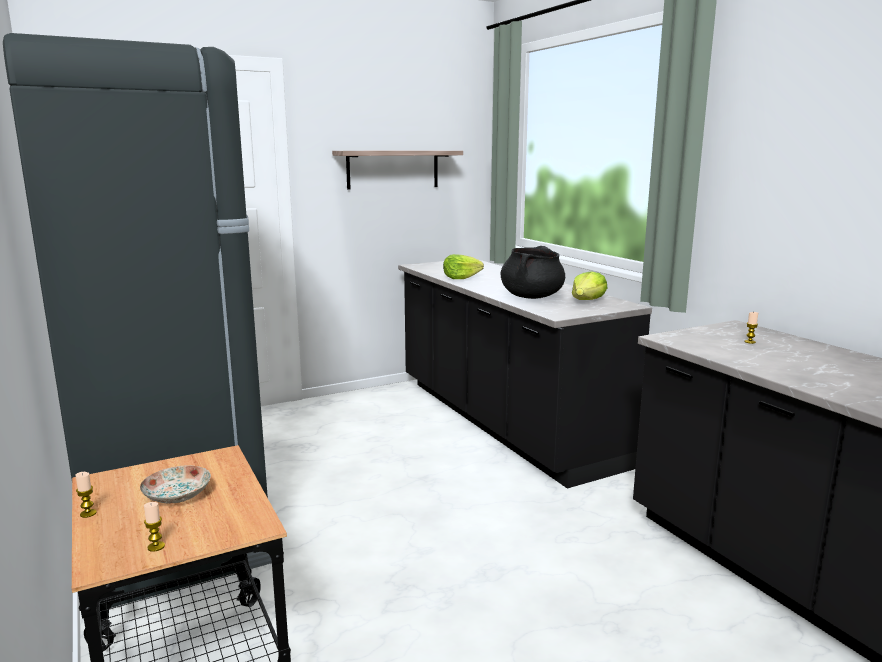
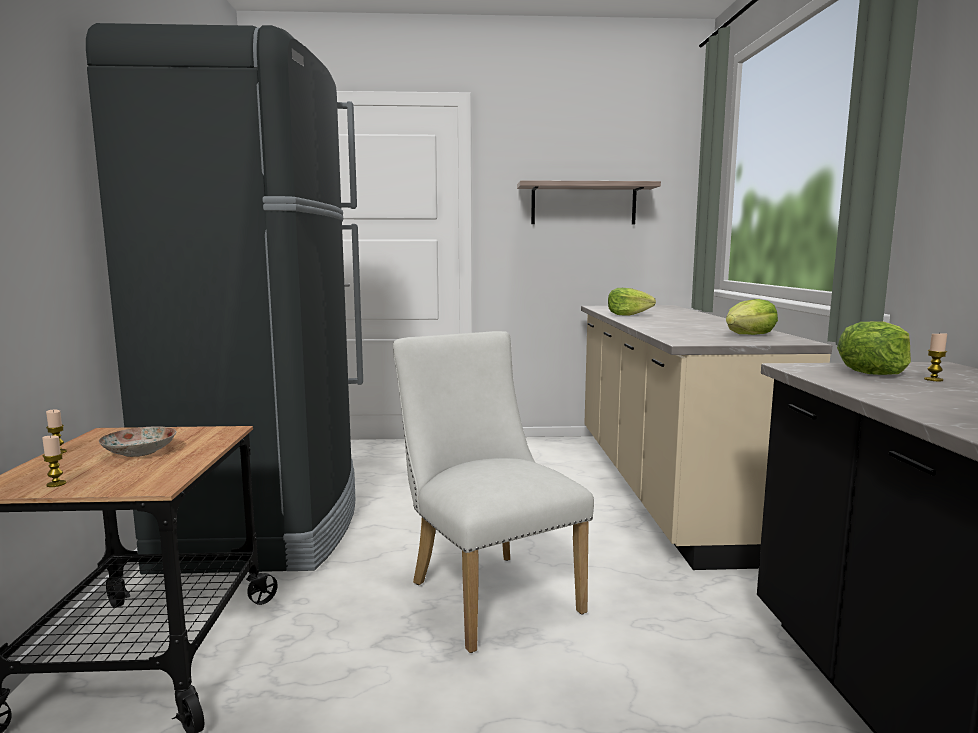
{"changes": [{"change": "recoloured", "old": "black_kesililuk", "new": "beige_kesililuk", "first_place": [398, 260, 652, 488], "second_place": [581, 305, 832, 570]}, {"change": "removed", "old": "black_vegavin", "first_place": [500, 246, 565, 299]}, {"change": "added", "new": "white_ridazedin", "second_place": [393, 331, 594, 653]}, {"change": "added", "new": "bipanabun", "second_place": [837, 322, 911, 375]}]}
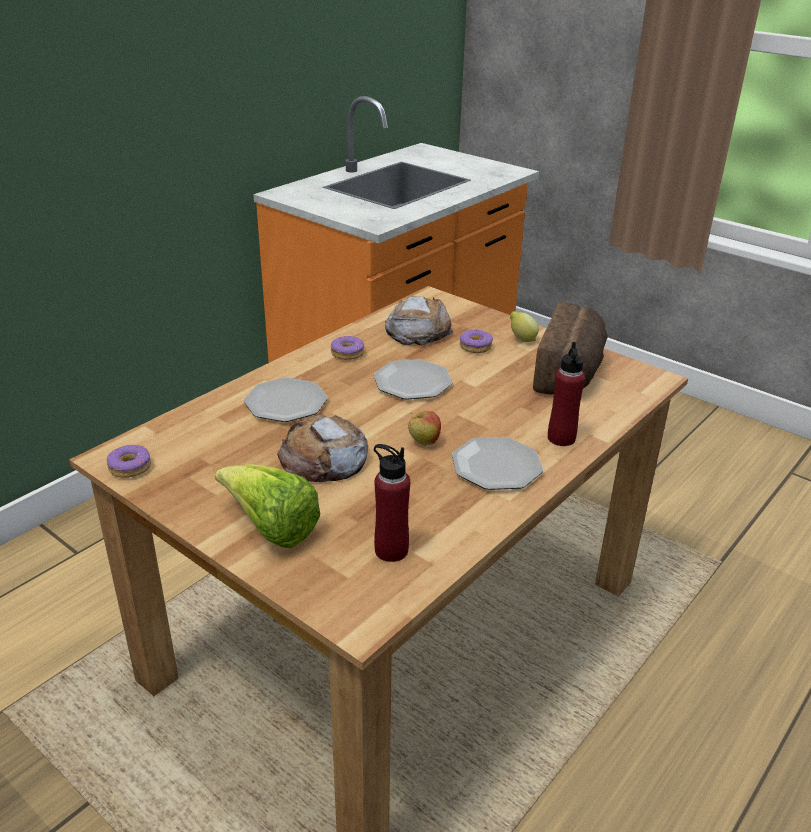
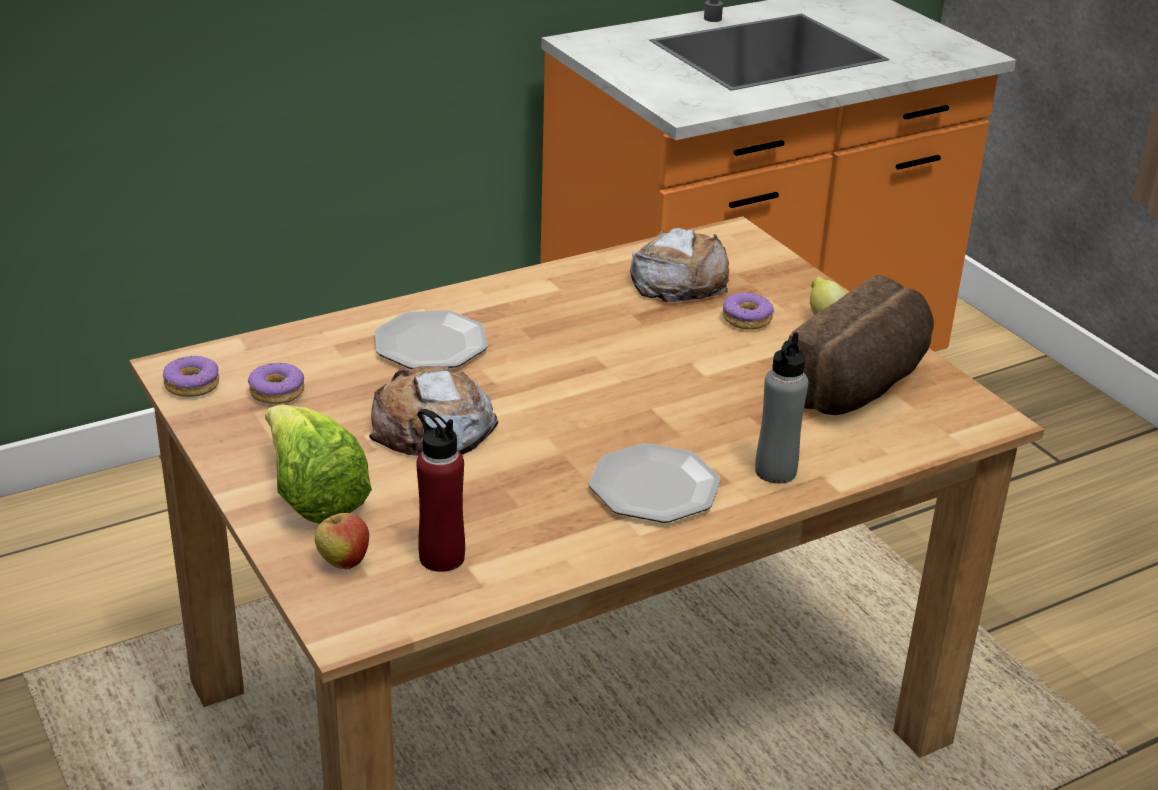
{"changes": [{"change": "moved", "old": "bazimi", "first_place": [331, 336, 364, 360], "second_place": [248, 362, 304, 404]}, {"change": "removed", "old": "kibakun", "first_place": [374, 359, 453, 400]}, {"change": "moved", "old": "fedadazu", "first_place": [408, 411, 441, 445], "second_place": [315, 511, 369, 569]}, {"change": "recoloured", "old": "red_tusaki", "new": "grey_tusaki", "first_place": [548, 342, 585, 446], "second_place": [755, 332, 808, 484]}]}
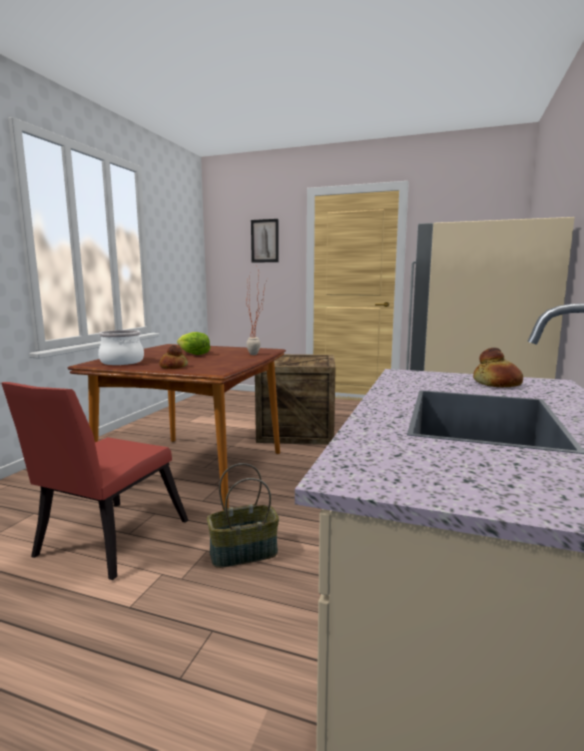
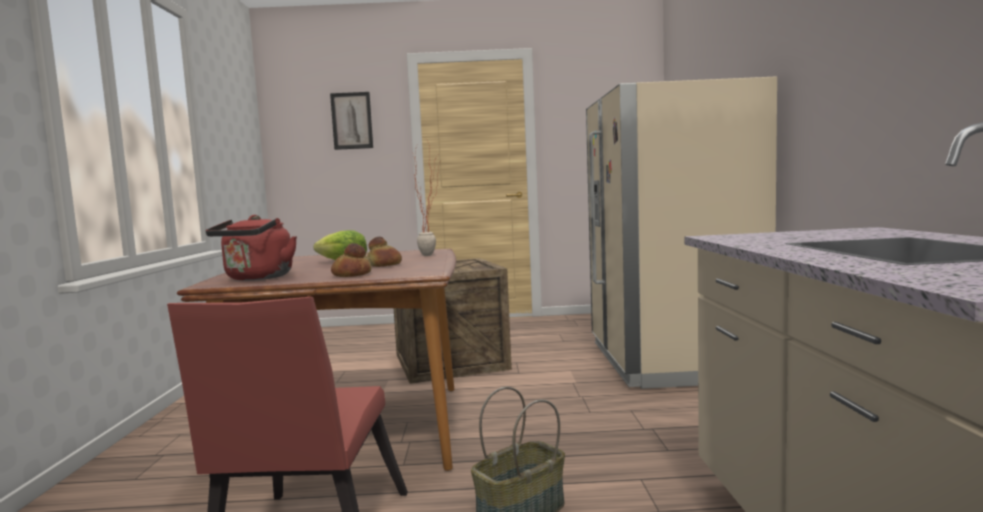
{"changes": [{"change": "replaced", "old": "vegavin", "new": "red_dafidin", "first_place": [98, 330, 144, 365], "second_place": [206, 215, 297, 280]}, {"change": "moved", "old": "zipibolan", "first_place": [473, 348, 523, 388], "second_place": [366, 237, 402, 267]}]}
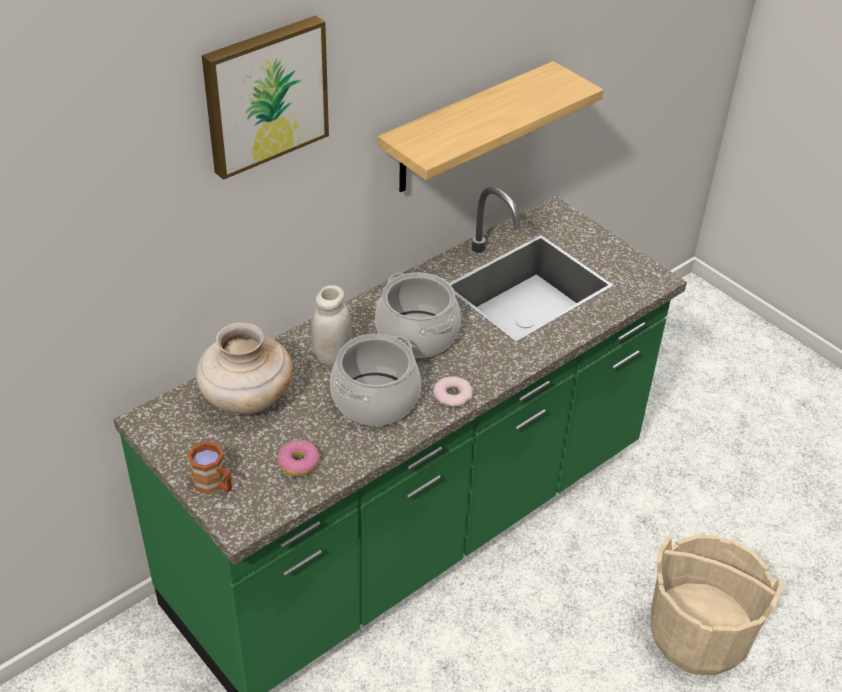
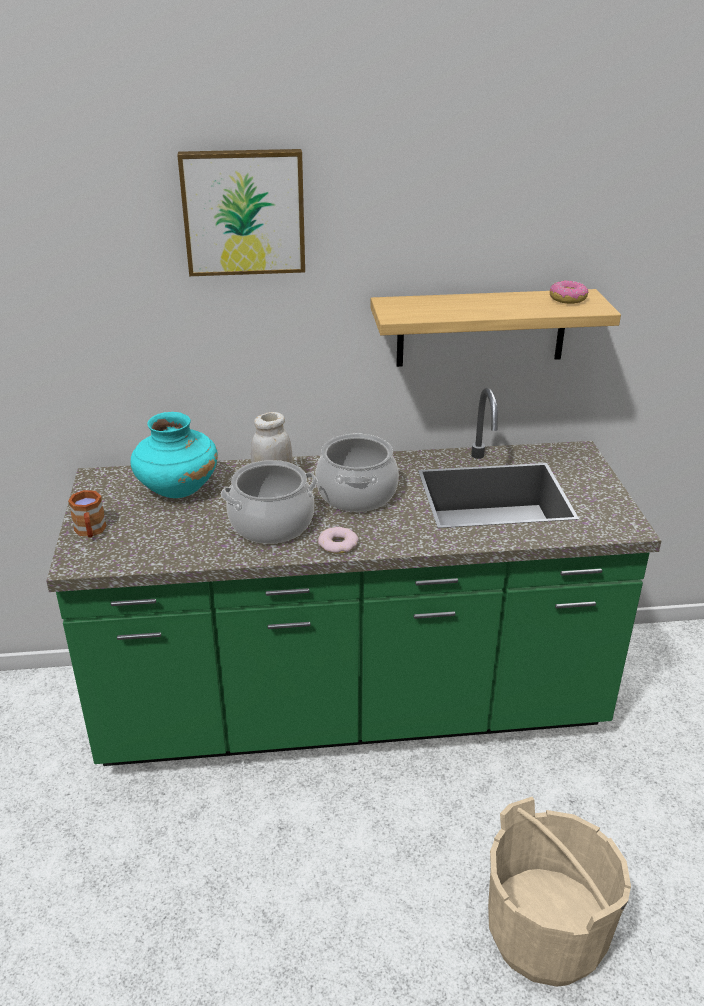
{"changes": [{"change": "recoloured", "old": "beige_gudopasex", "new": "turquoise_gudopasex", "first_place": [196, 323, 293, 415], "second_place": [130, 412, 218, 498]}, {"change": "moved", "old": "bazimi", "first_place": [277, 440, 320, 477], "second_place": [550, 280, 588, 304]}]}
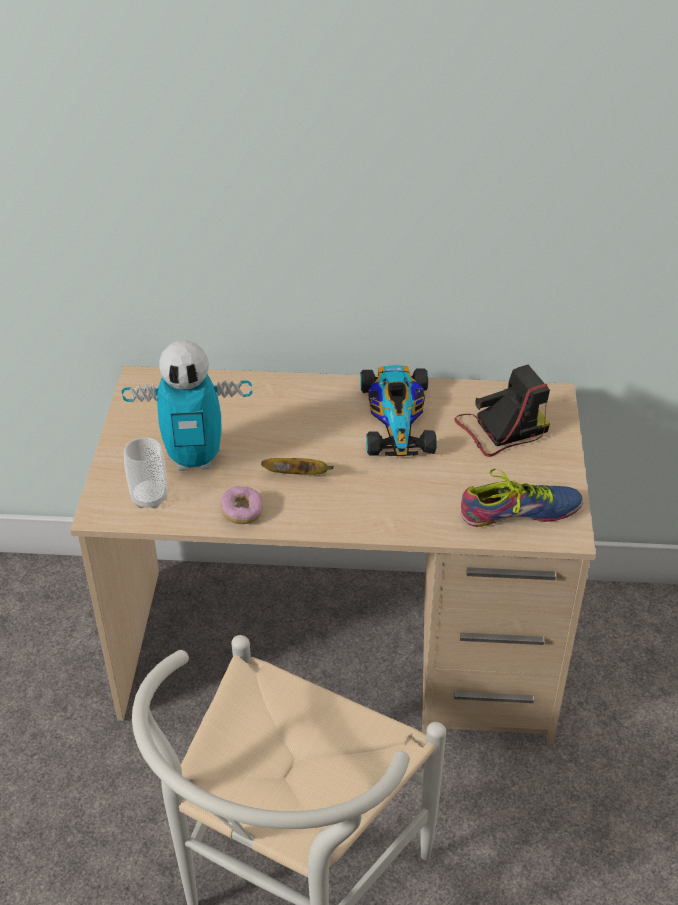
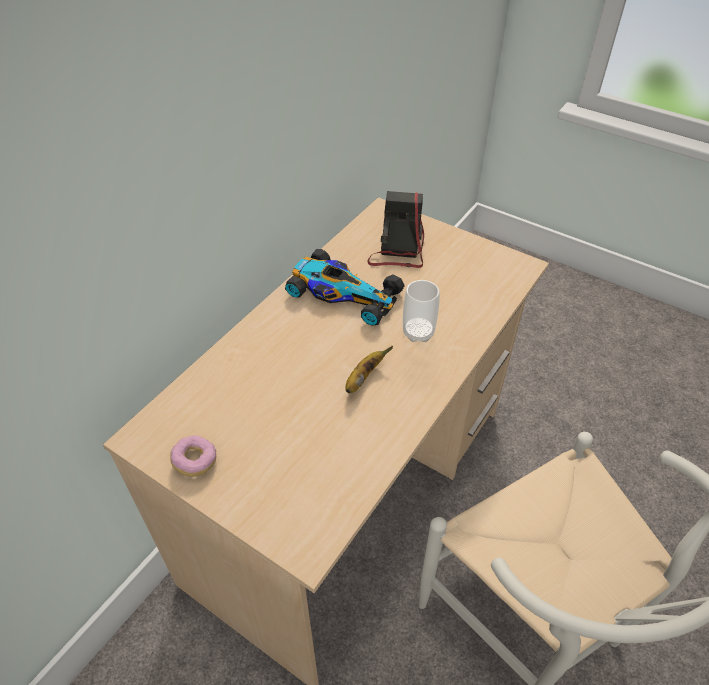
{"changes": [{"change": "removed", "old": "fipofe", "first_place": [122, 340, 252, 471]}, {"change": "moved", "old": "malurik", "first_place": [124, 437, 167, 508], "second_place": [403, 280, 440, 342]}, {"change": "moved", "old": "bazimi", "first_place": [221, 486, 263, 524], "second_place": [170, 435, 216, 477]}, {"change": "removed", "old": "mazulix", "first_place": [461, 469, 583, 527]}]}
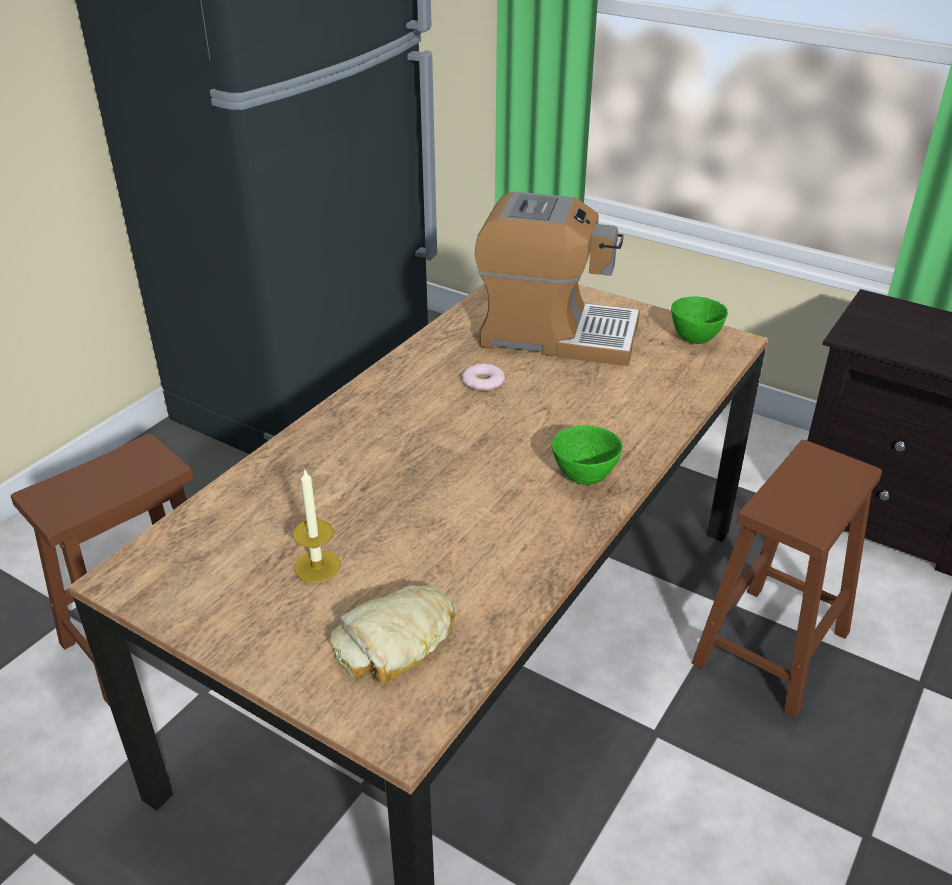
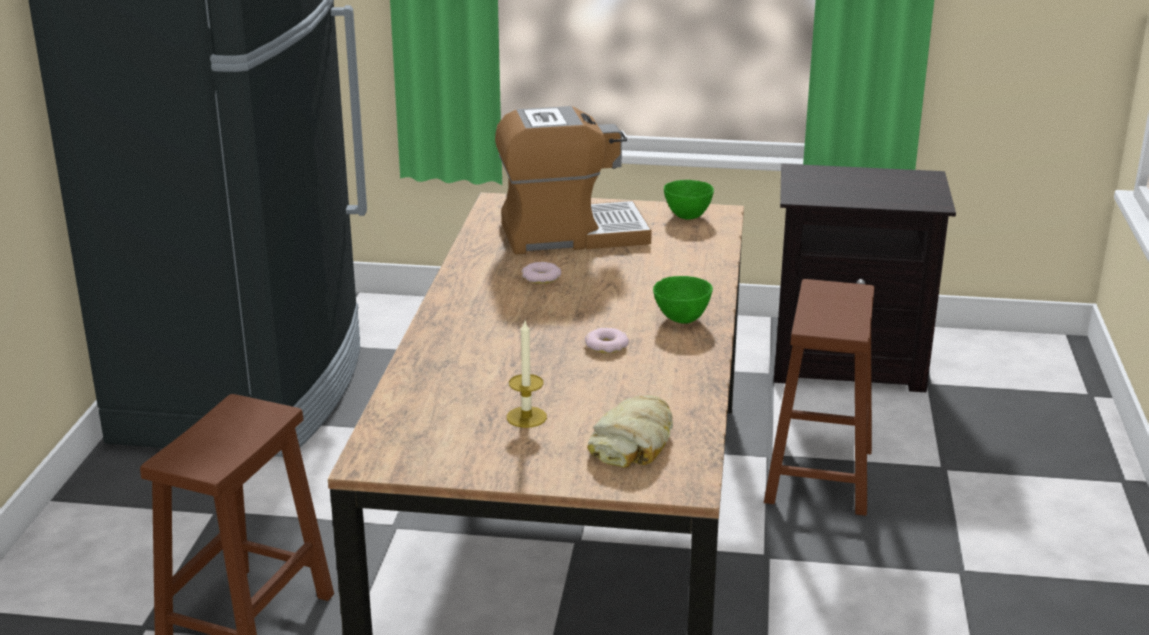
{"changes": [{"change": "added", "new": "bazimi", "second_place": [585, 328, 629, 353]}]}
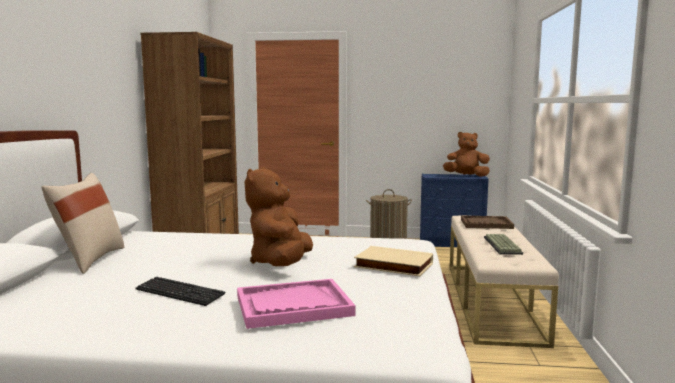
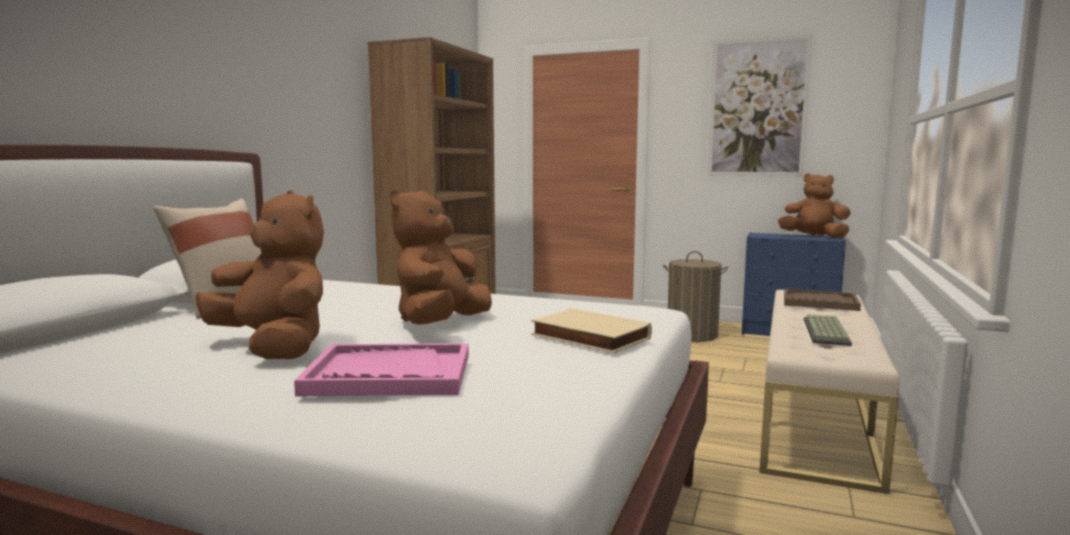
{"changes": [{"change": "replaced", "old": "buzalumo", "new": "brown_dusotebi", "first_place": [136, 277, 226, 306], "second_place": [195, 190, 324, 359]}, {"change": "added", "new": "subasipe", "second_place": [707, 34, 812, 176]}]}
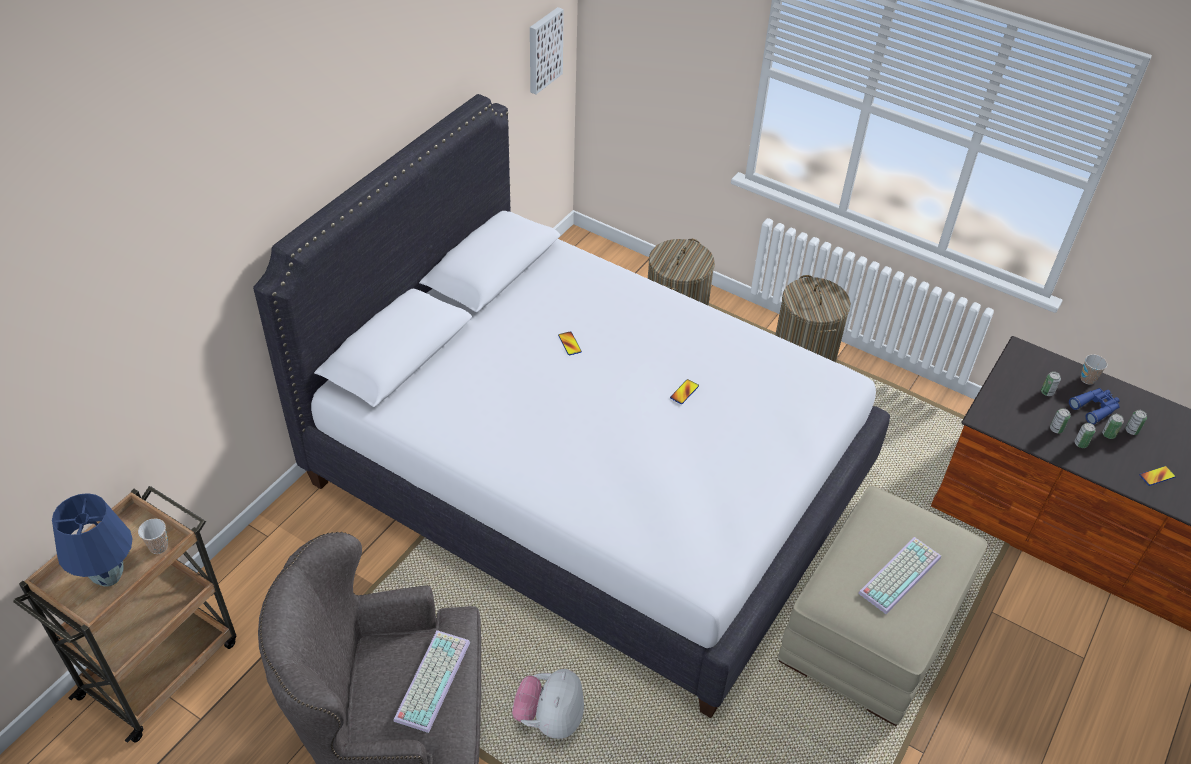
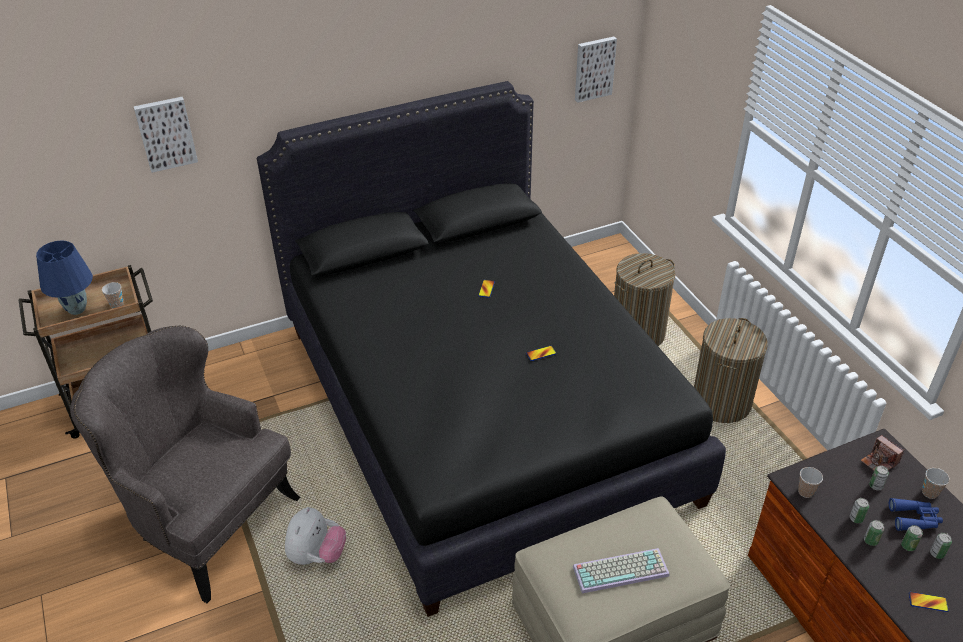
{"changes": [{"change": "recoloured", "old": "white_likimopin", "new": "black_likimopin", "first_place": [253, 94, 890, 718], "second_place": [257, 81, 726, 617]}, {"change": "removed", "old": "buzalumo", "first_place": [393, 630, 470, 733]}, {"change": "turned", "old": "dusotebi", "first_place": [512, 669, 584, 739], "second_place": [285, 507, 346, 565], "degrees": 150}, {"change": "added", "new": "subasipe", "second_place": [134, 97, 198, 173]}, {"change": "added", "new": "malurik", "second_place": [798, 467, 823, 498]}, {"change": "added", "new": "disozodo", "second_place": [861, 435, 904, 471]}]}
